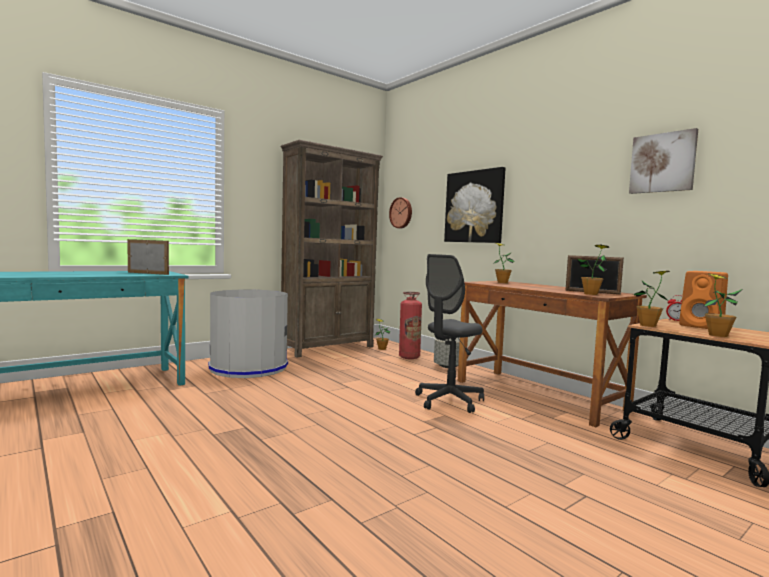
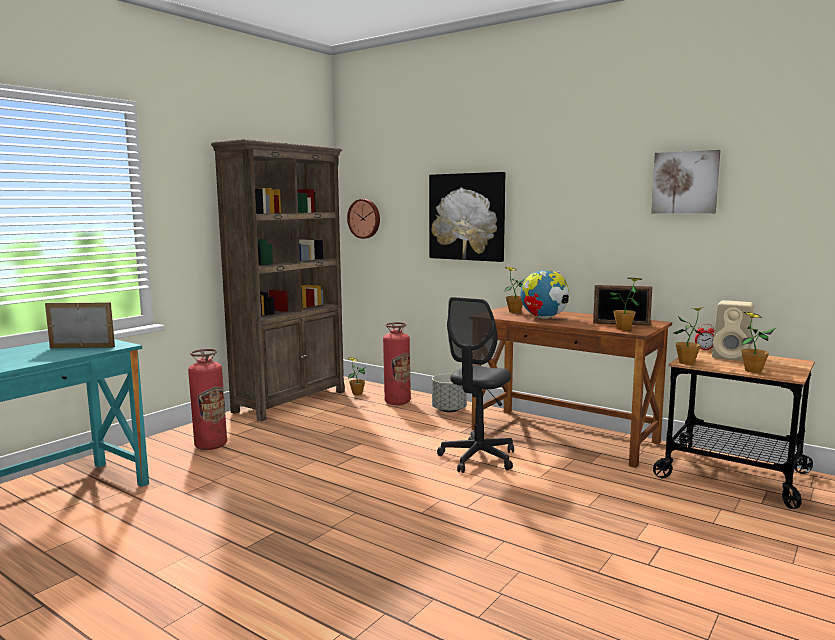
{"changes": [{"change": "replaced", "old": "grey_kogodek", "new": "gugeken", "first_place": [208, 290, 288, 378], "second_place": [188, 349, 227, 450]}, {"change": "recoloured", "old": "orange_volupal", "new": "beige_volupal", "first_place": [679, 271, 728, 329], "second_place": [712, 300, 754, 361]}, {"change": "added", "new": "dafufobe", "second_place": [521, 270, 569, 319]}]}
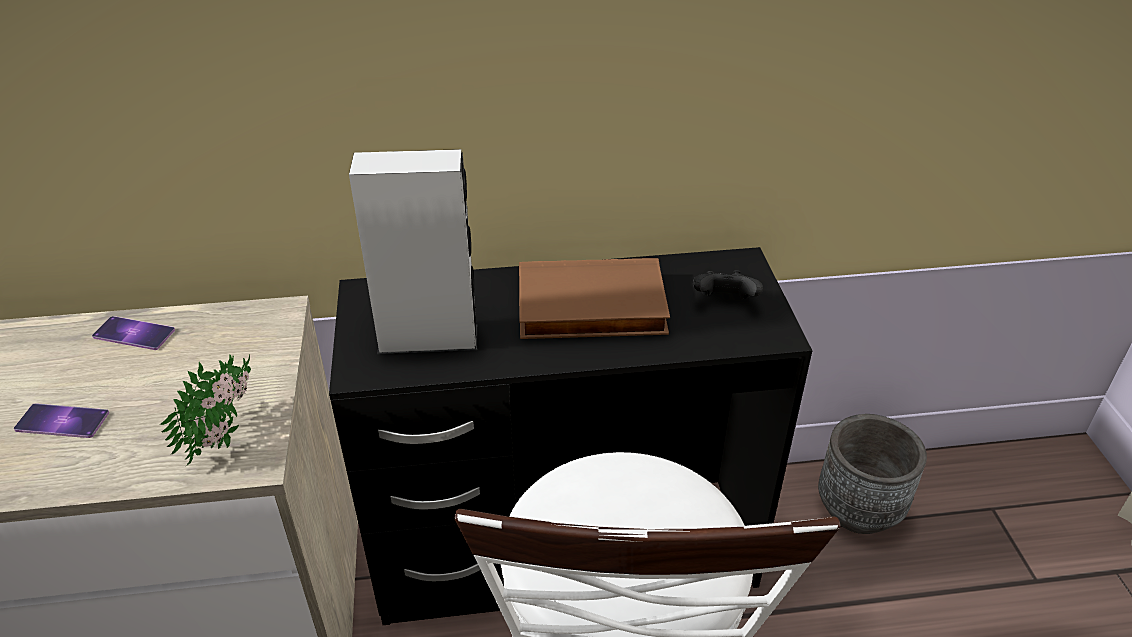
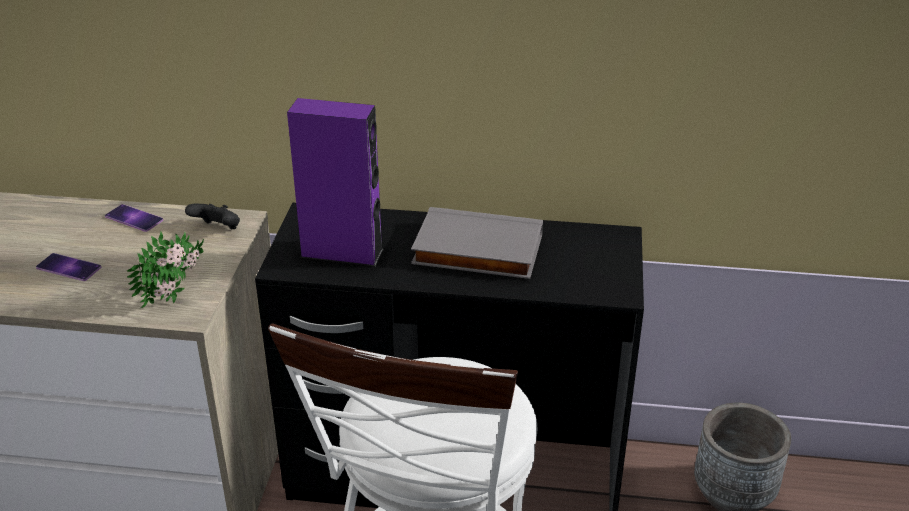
{"changes": [{"change": "recoloured", "old": "grey_volupal", "new": "purple_volupal", "first_place": [349, 149, 478, 354], "second_place": [287, 98, 383, 267]}, {"change": "recoloured", "old": "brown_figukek", "new": "grey_figukek", "first_place": [519, 258, 670, 339], "second_place": [411, 207, 543, 279]}, {"change": "moved", "old": "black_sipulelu", "first_place": [693, 270, 763, 299], "second_place": [185, 204, 240, 229]}]}
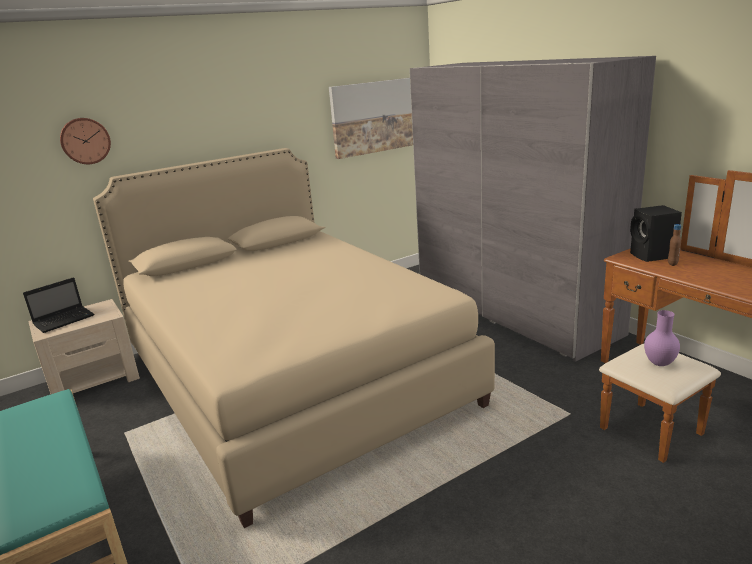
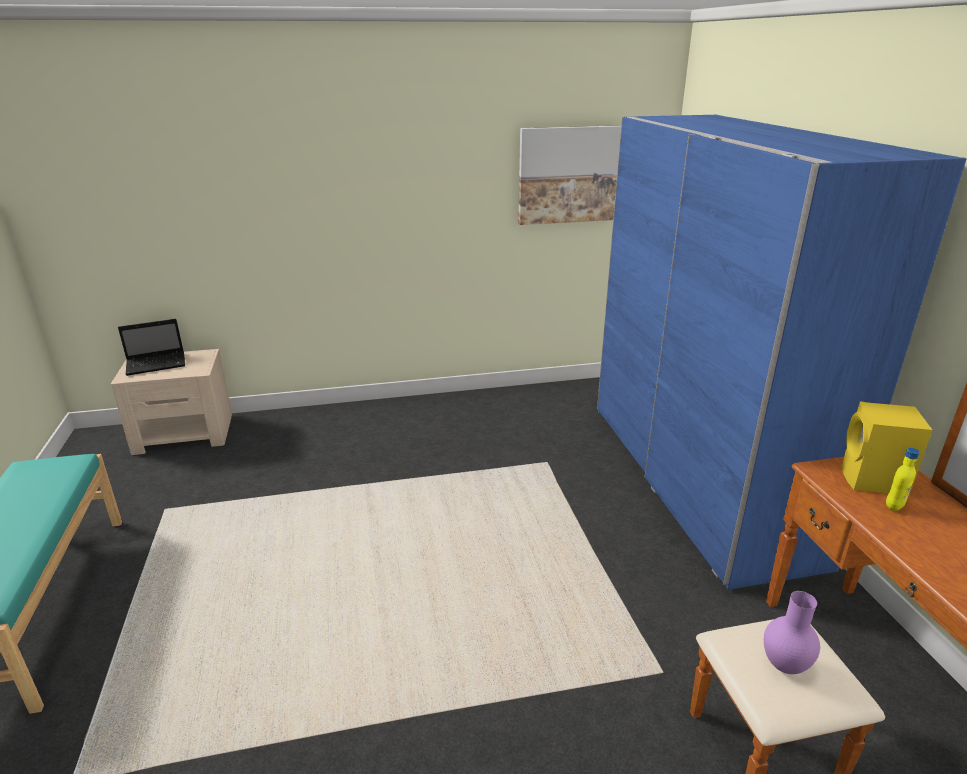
{"changes": [{"change": "removed", "old": "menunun", "first_place": [60, 118, 111, 164]}, {"change": "removed", "old": "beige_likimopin", "first_place": [93, 148, 495, 528]}, {"change": "recoloured", "old": "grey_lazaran", "new": "blue_lazaran", "first_place": [409, 56, 656, 362], "second_place": [597, 115, 966, 590]}, {"change": "recoloured", "old": "black_volupal", "new": "yellow_volupal", "first_place": [630, 205, 682, 262], "second_place": [842, 402, 932, 496]}, {"change": "recoloured", "old": "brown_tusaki", "new": "yellow_tusaki", "first_place": [668, 224, 681, 266], "second_place": [886, 448, 920, 511]}]}
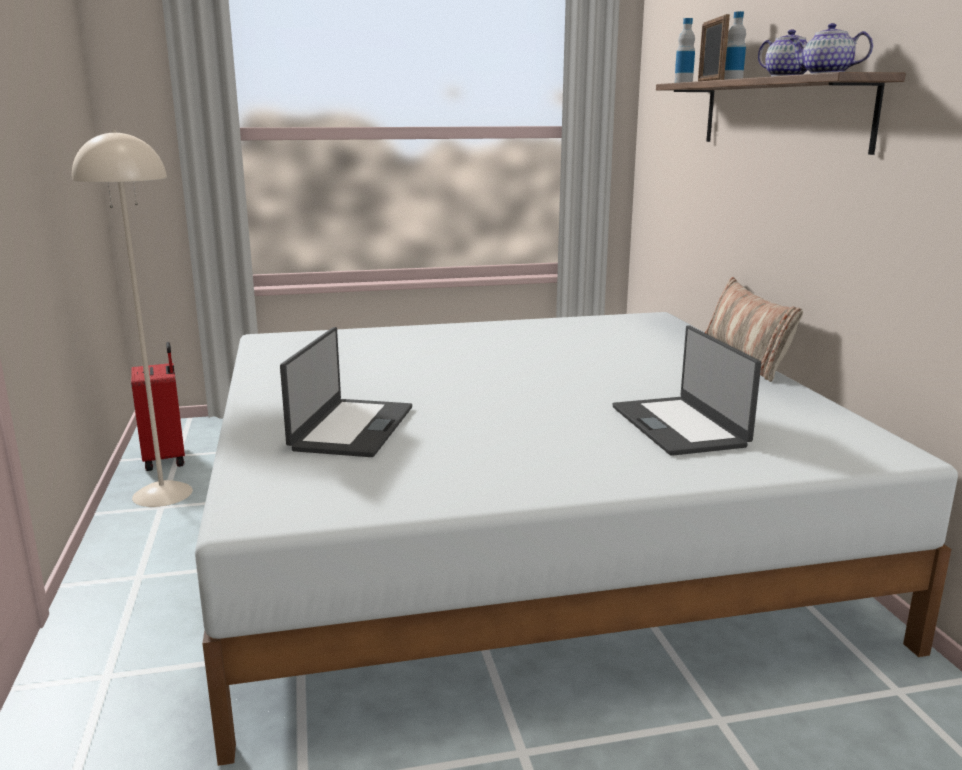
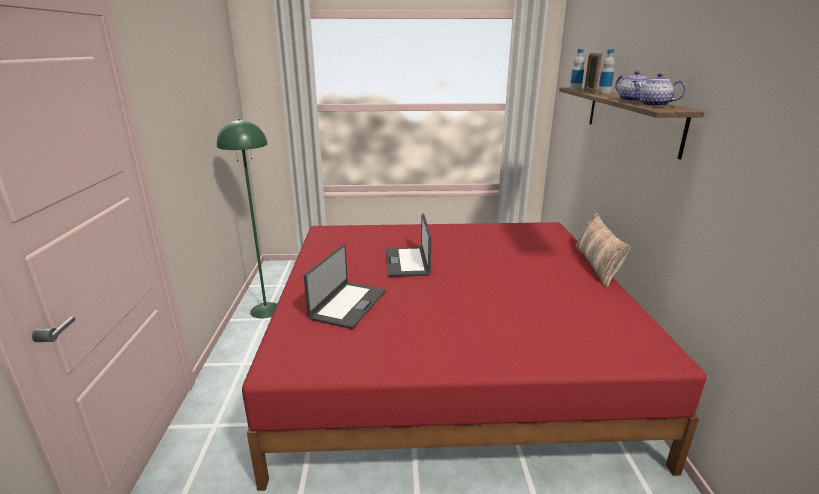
{"changes": [{"change": "recoloured", "old": "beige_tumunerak", "new": "green_tumunerak", "first_place": [72, 130, 193, 507], "second_place": [217, 119, 277, 318]}, {"change": "removed", "old": "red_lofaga", "first_place": [131, 342, 185, 471]}, {"change": "recoloured", "old": "white_likimopin", "new": "red_likimopin", "first_place": [195, 312, 958, 766], "second_place": [242, 222, 707, 491]}, {"change": "moved", "old": "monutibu", "first_place": [612, 325, 761, 456], "second_place": [386, 214, 431, 277]}]}
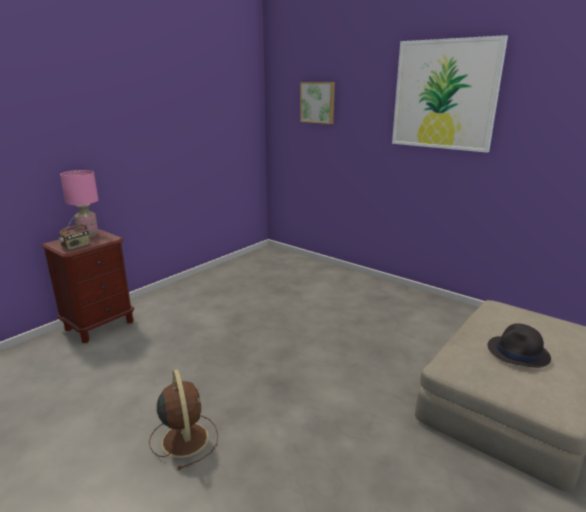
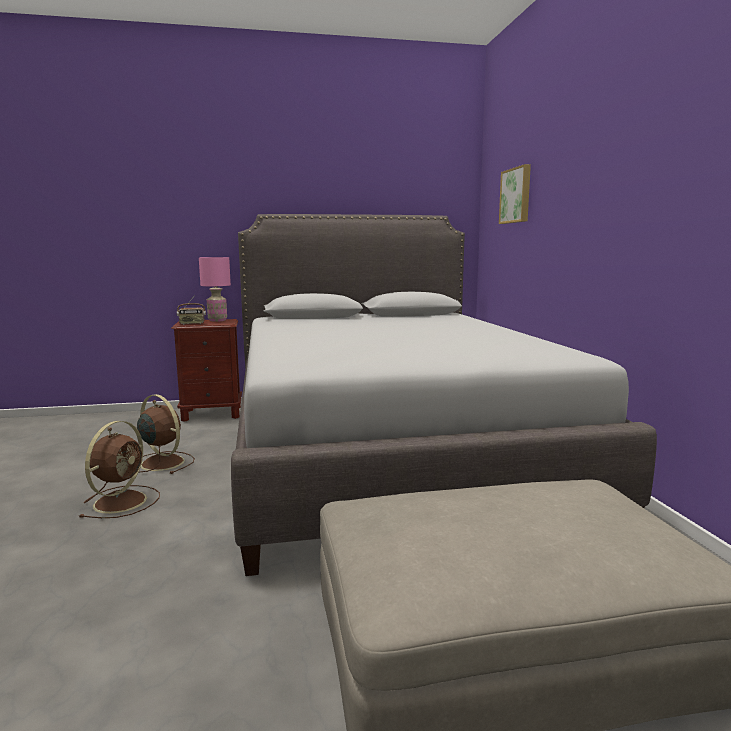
{"changes": [{"change": "removed", "old": "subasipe", "first_place": [392, 35, 508, 153]}, {"change": "removed", "old": "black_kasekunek", "first_place": [488, 323, 551, 368]}, {"change": "added", "new": "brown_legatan", "second_place": [137, 394, 195, 474]}, {"change": "added", "new": "grey_likimopin", "second_place": [231, 214, 657, 576]}]}
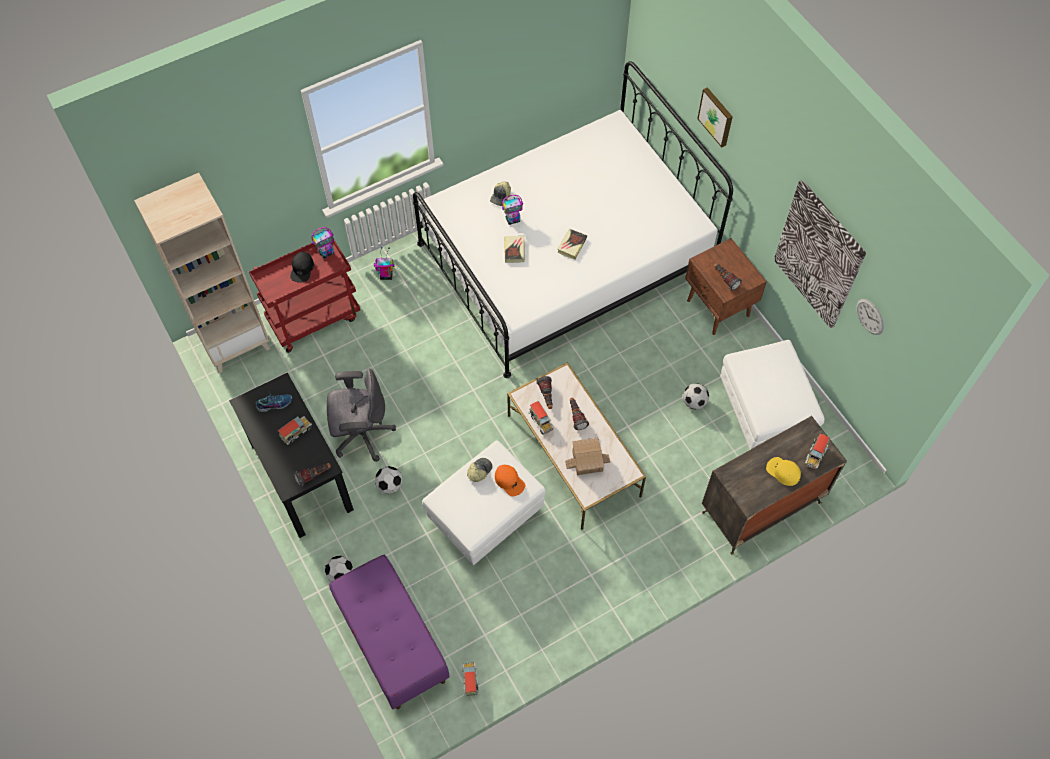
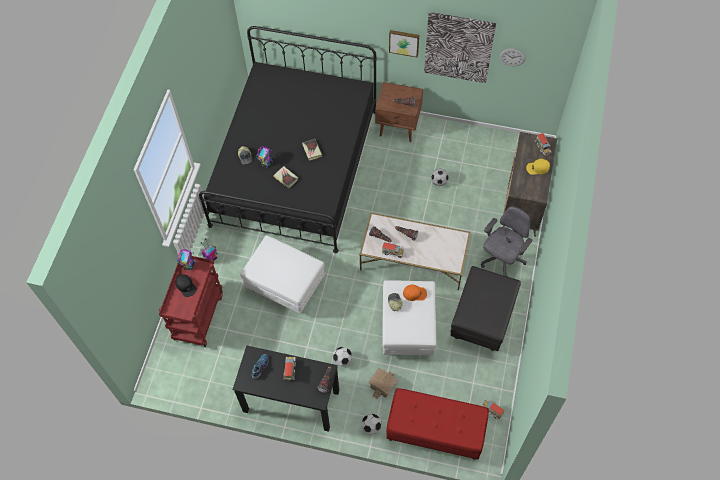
{"changes": [{"change": "removed", "old": "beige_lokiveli", "first_place": [134, 173, 270, 373]}, {"change": "moved", "old": "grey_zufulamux", "first_place": [327, 368, 396, 462], "second_place": [481, 206, 533, 277]}, {"change": "recoloured", "old": "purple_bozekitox", "new": "red_bozekitox", "first_place": [329, 554, 450, 709], "second_place": [386, 388, 489, 460]}, {"change": "recoloured", "old": "white_likimopin", "new": "black_likimopin", "first_place": [413, 61, 733, 378], "second_place": [199, 26, 377, 253]}, {"change": "moved", "old": "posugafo", "first_place": [565, 438, 610, 475], "second_place": [368, 368, 398, 399]}, {"change": "moved", "old": "subasipe", "first_place": [697, 87, 733, 147], "second_place": [389, 30, 419, 58]}, {"change": "moved", "old": "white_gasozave", "first_place": [721, 340, 825, 450], "second_place": [240, 235, 325, 314]}, {"change": "added", "new": "black_gasozave", "second_place": [450, 266, 521, 351]}]}
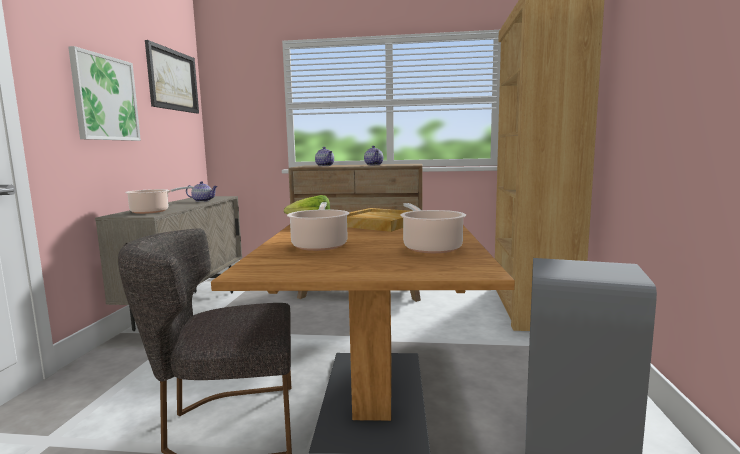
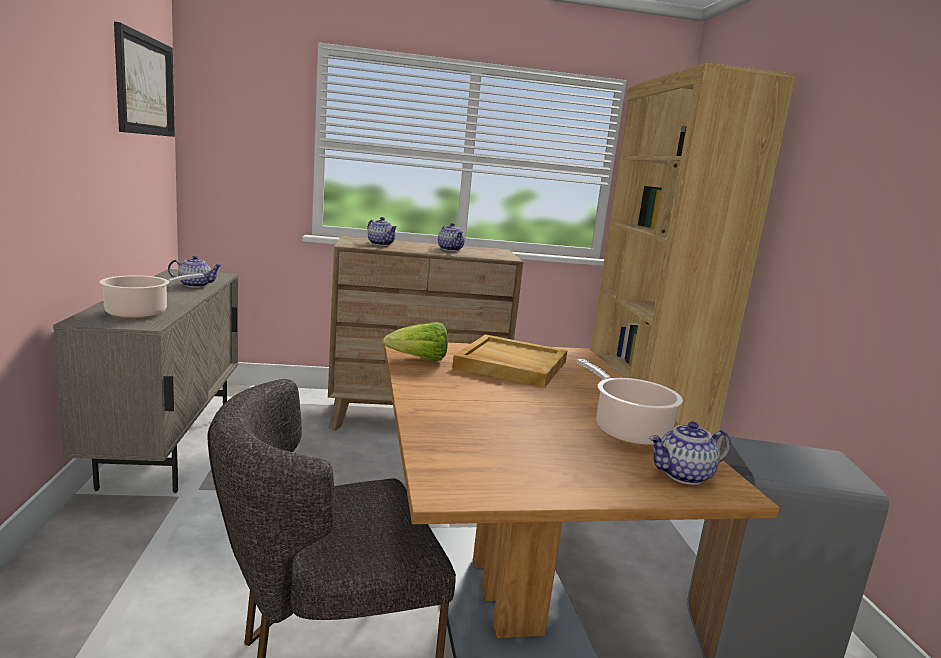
{"changes": [{"change": "removed", "old": "subasipe", "first_place": [68, 46, 141, 141]}, {"change": "removed", "old": "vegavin", "first_place": [287, 202, 350, 251]}, {"change": "added", "new": "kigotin", "second_place": [649, 422, 731, 485]}]}
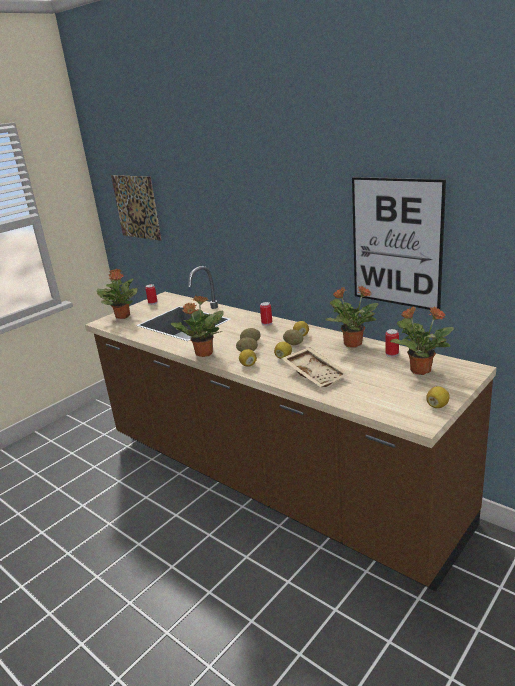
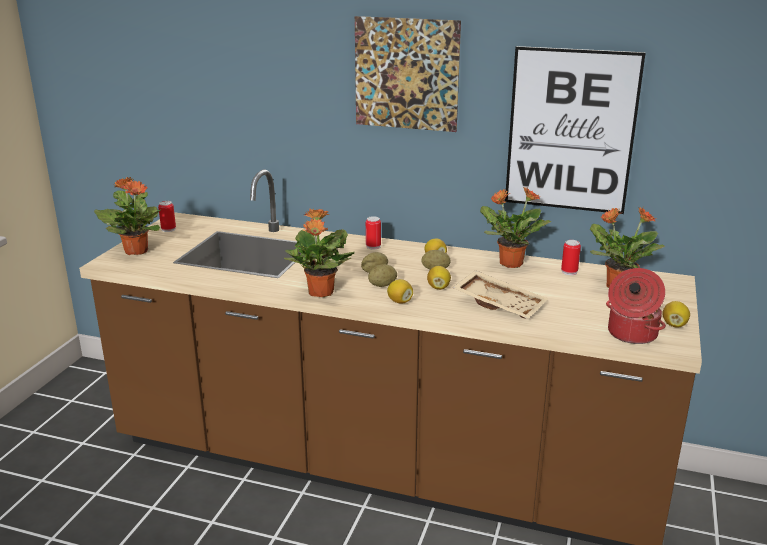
{"changes": [{"change": "moved", "old": "subasipe", "first_place": [111, 175, 161, 241], "second_place": [355, 16, 461, 132]}, {"change": "added", "new": "vegavin", "second_place": [606, 268, 666, 344]}]}
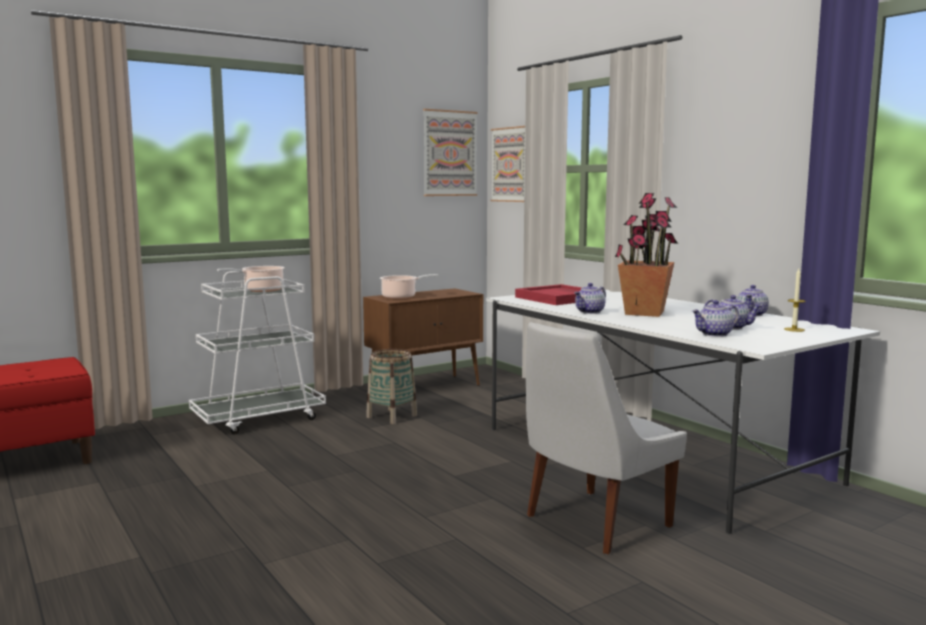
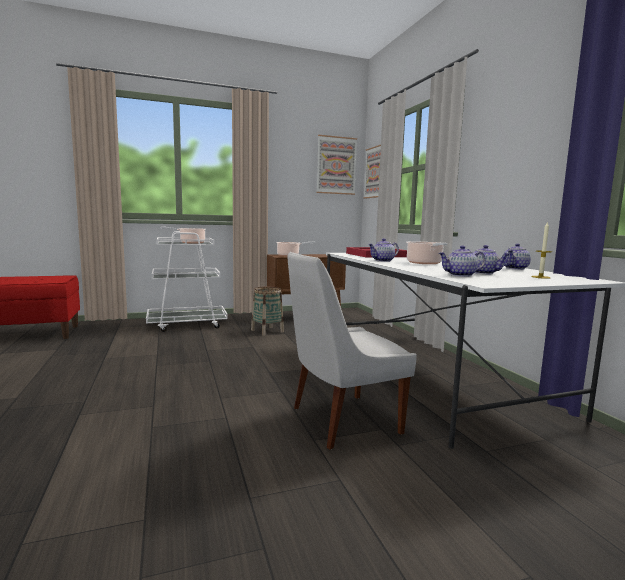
{"changes": [{"change": "replaced", "old": "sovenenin", "new": "vegavin", "first_place": [615, 193, 678, 317], "second_place": [406, 242, 447, 264]}]}
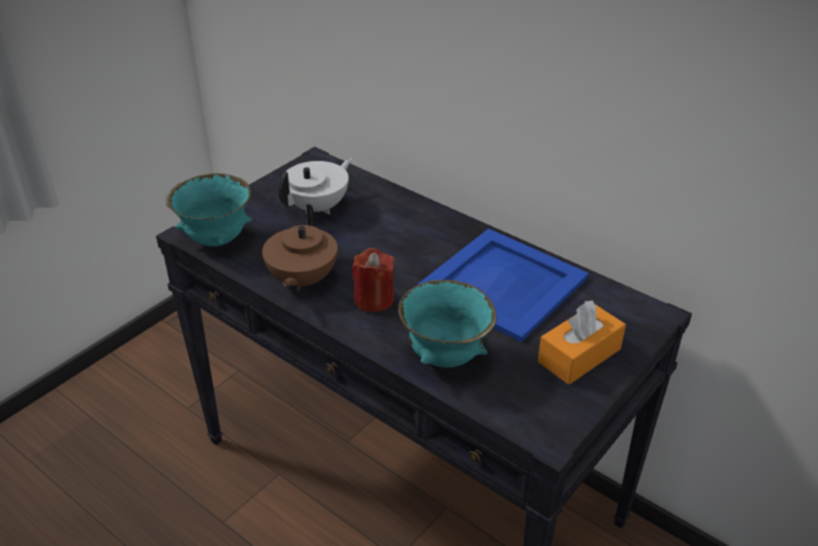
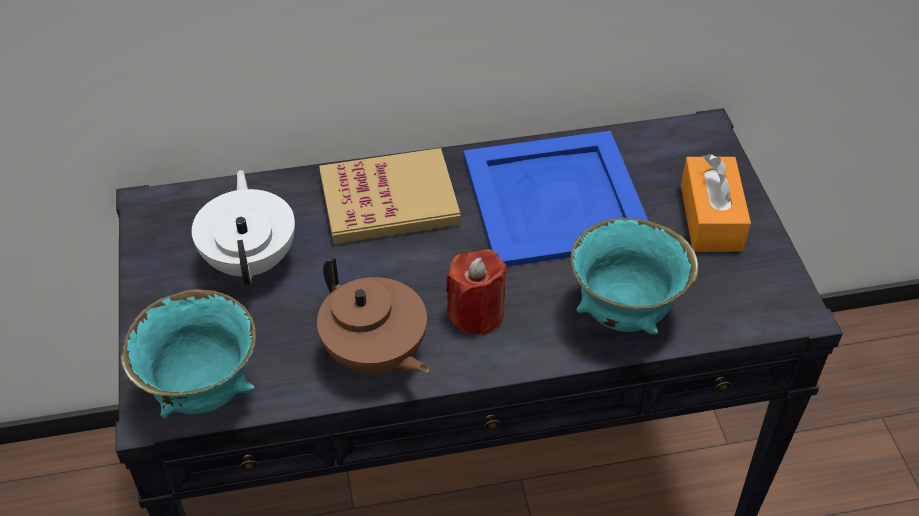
{"changes": [{"change": "added", "new": "figukek", "second_place": [319, 148, 461, 244]}]}
